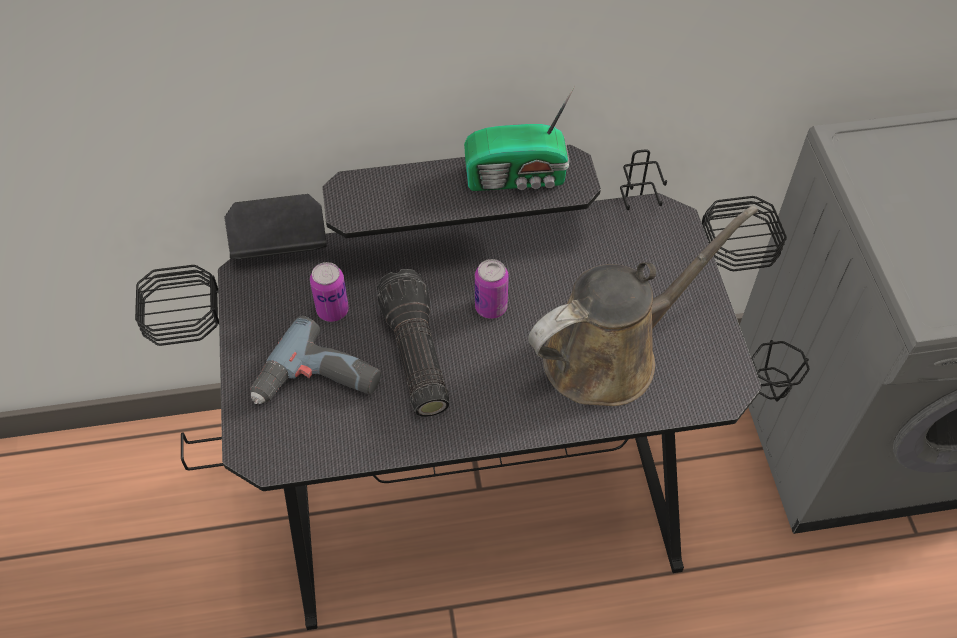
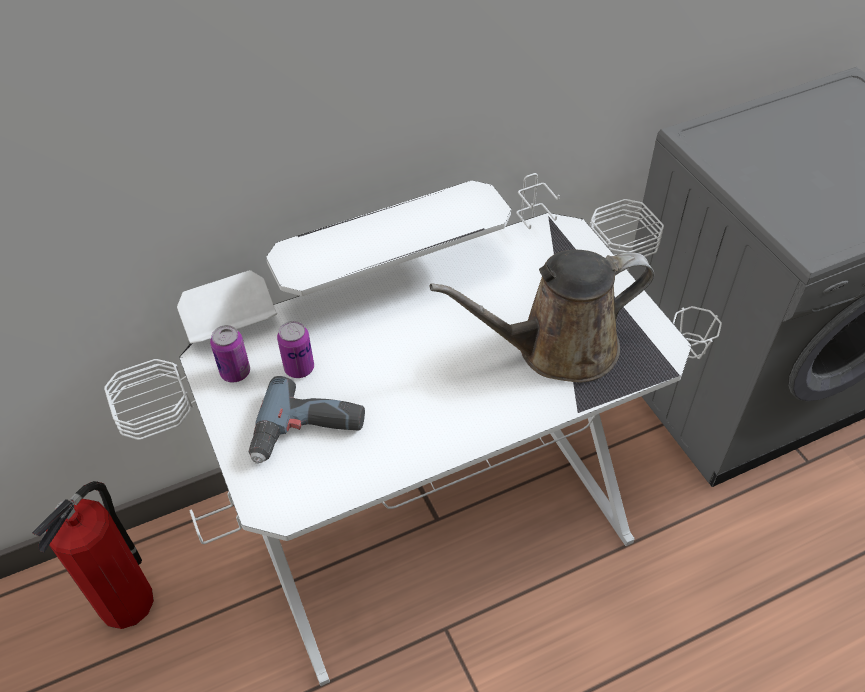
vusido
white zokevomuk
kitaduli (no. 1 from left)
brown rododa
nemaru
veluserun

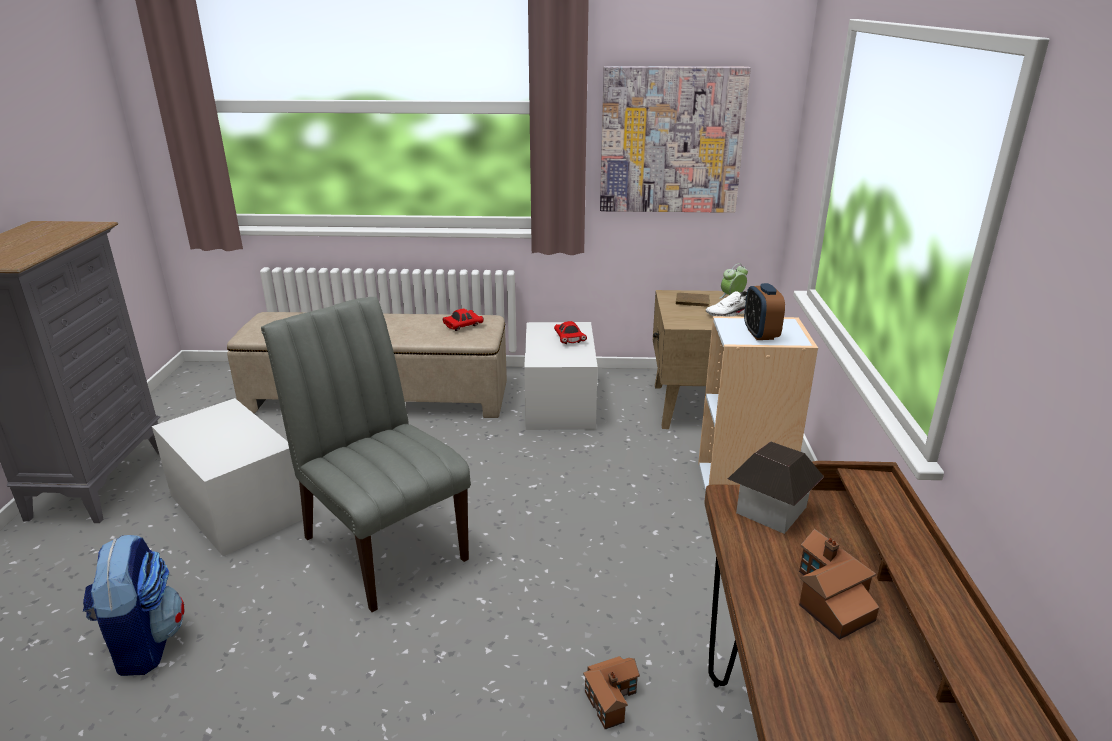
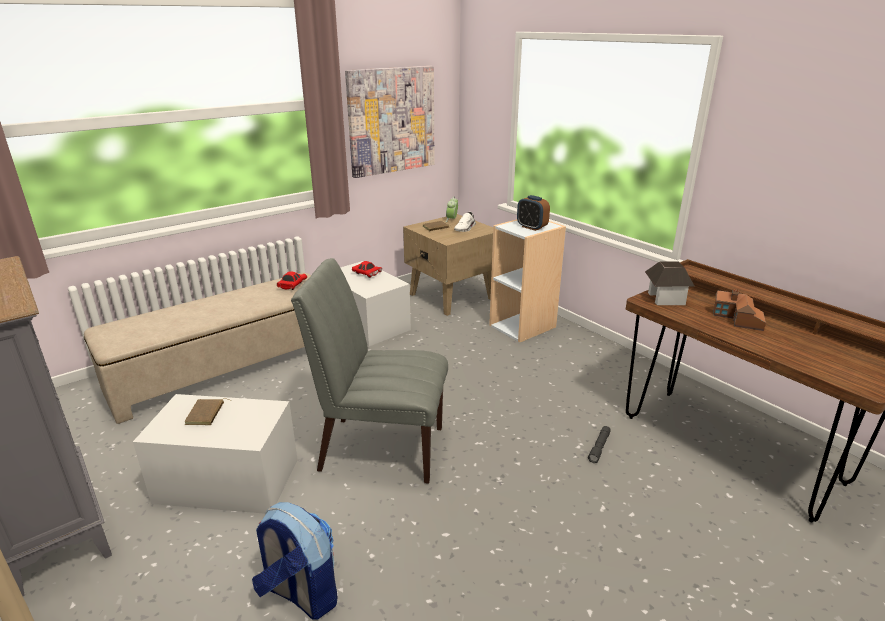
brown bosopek (no. 1 from left)
grey nemaru

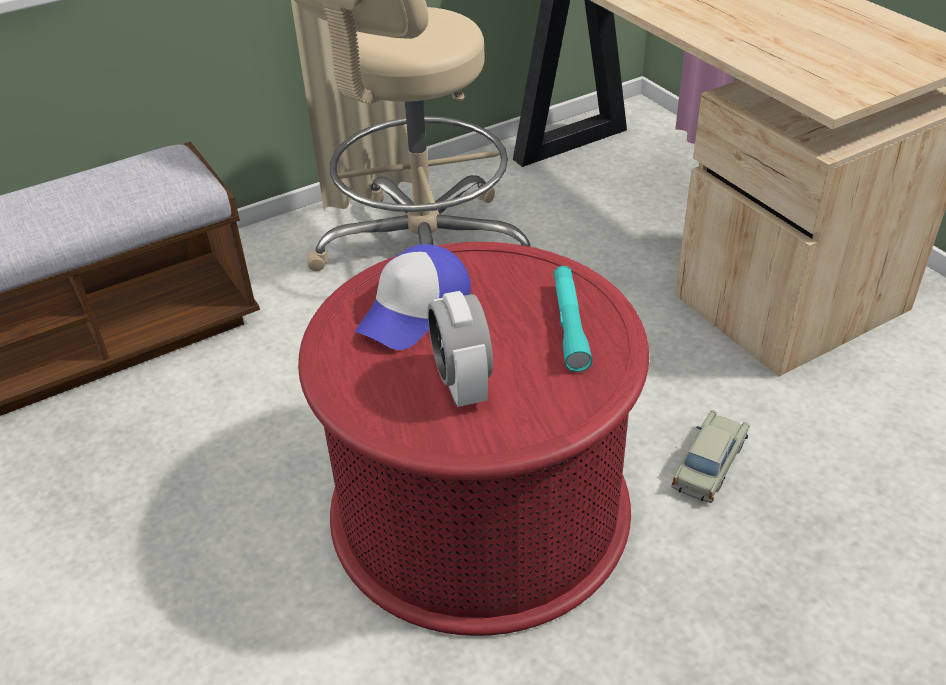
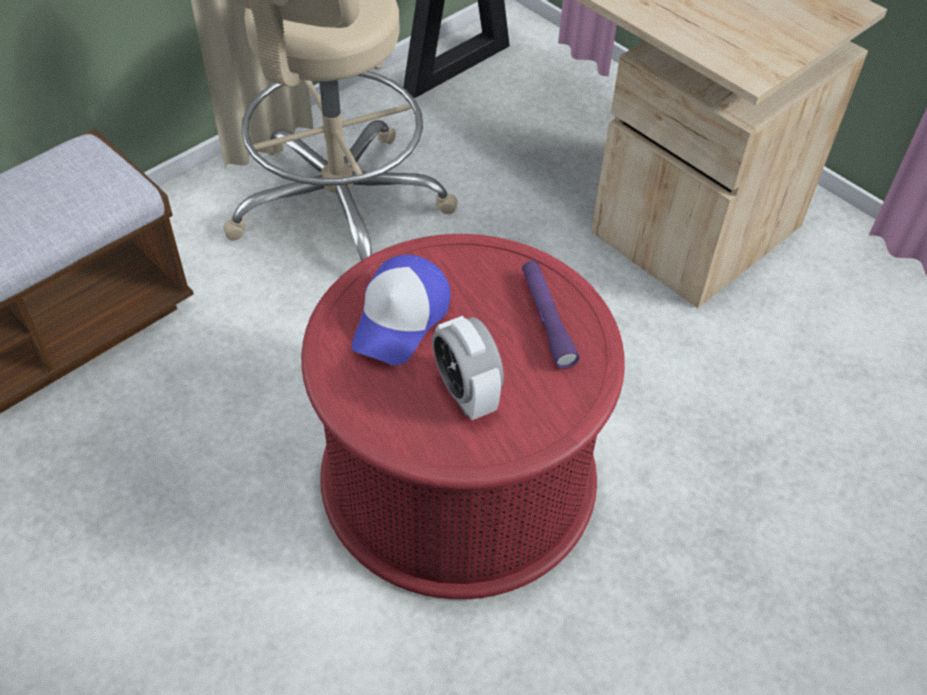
purple nemaru
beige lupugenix

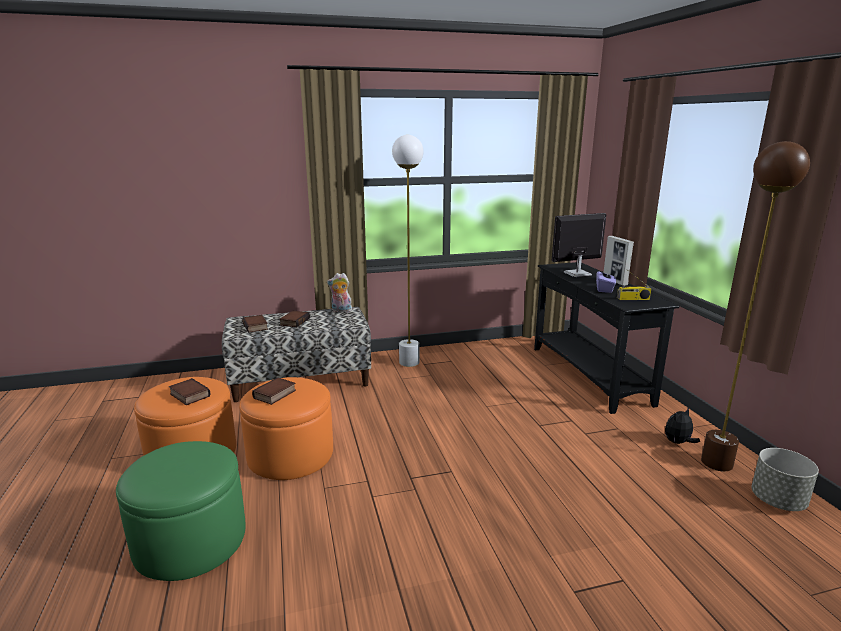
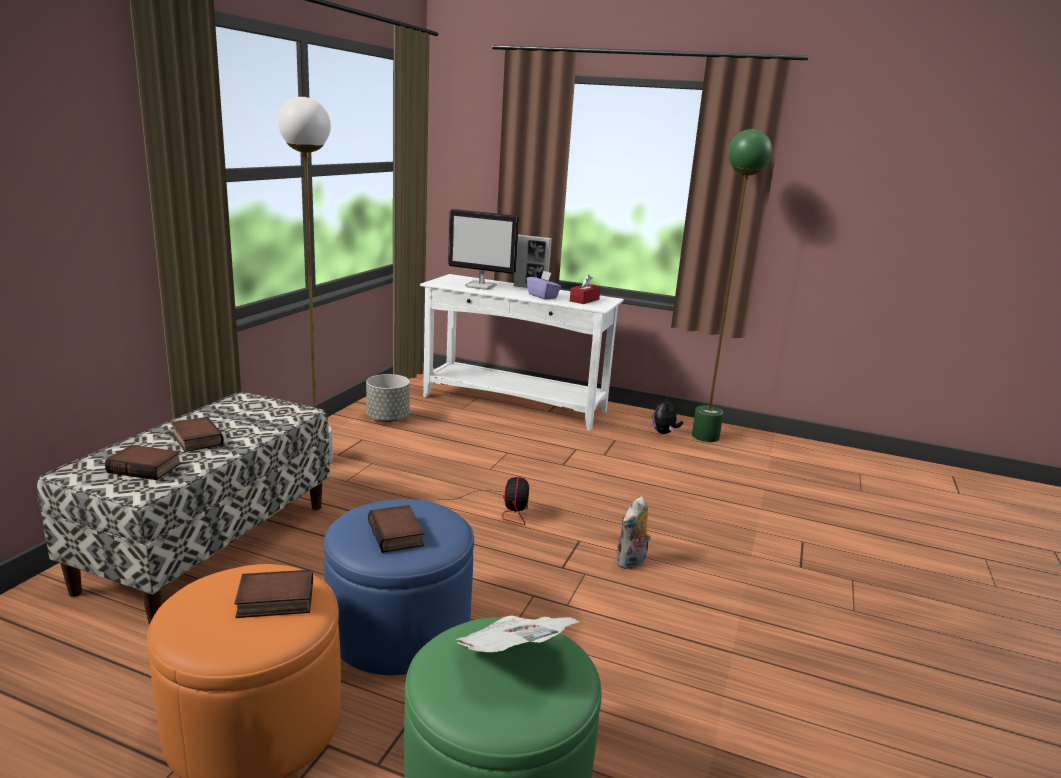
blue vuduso
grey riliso
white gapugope
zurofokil
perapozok
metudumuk
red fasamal
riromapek (no. 1 from left)
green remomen

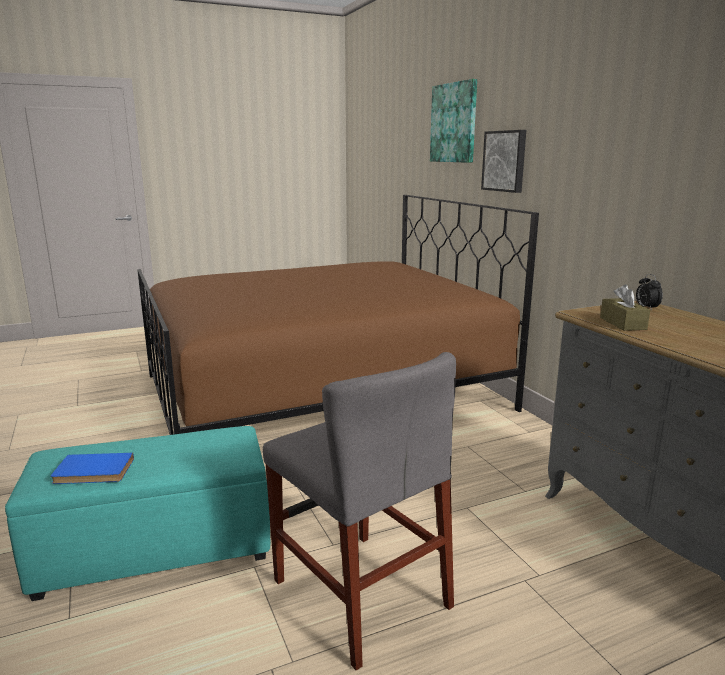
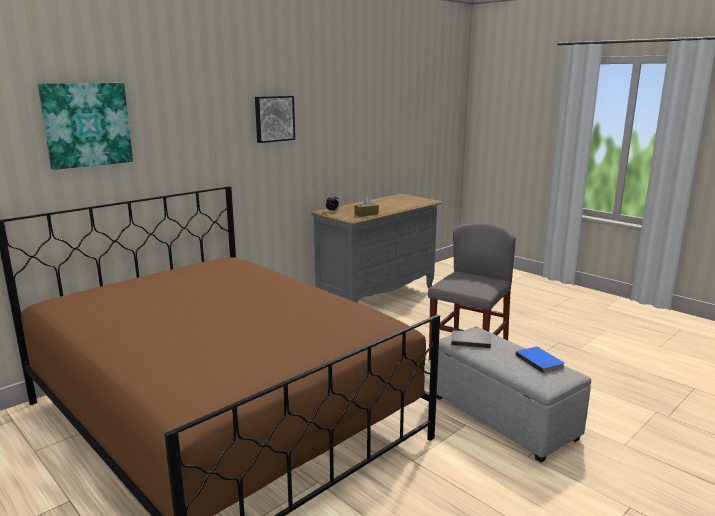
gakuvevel (no. 2 from left)
grey vuduso
grey bosopek

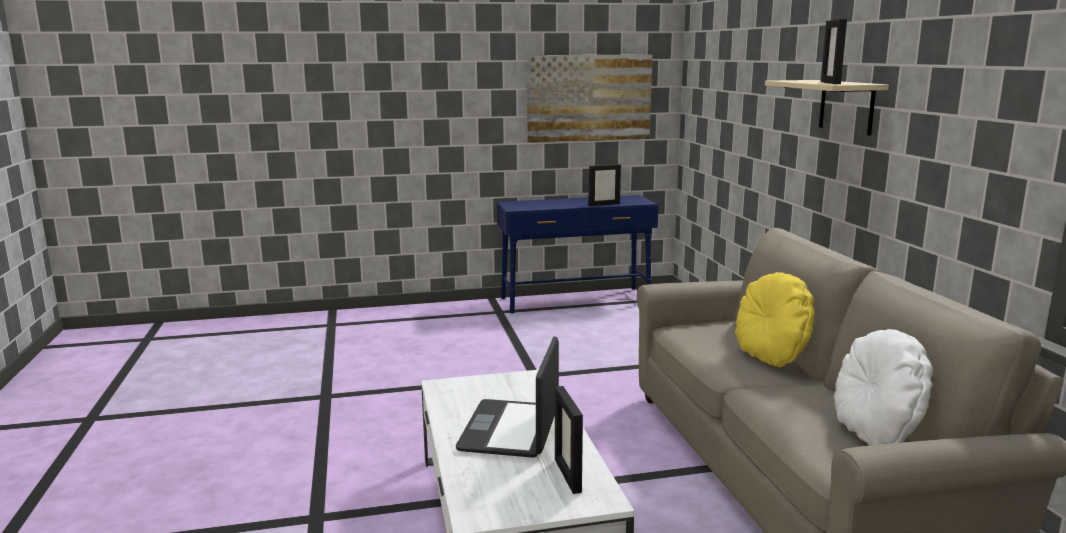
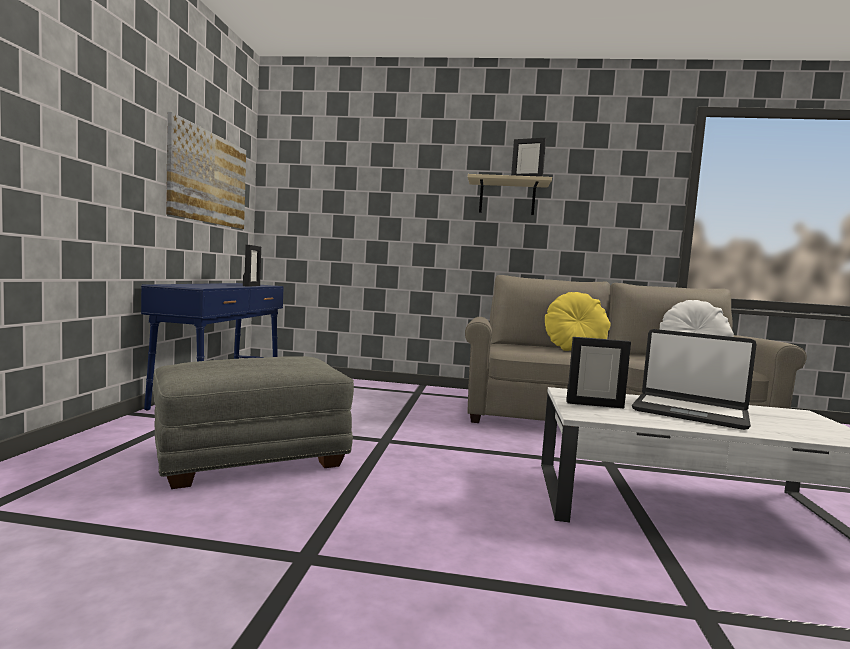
grey vuduso
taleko (no. 3 from left)

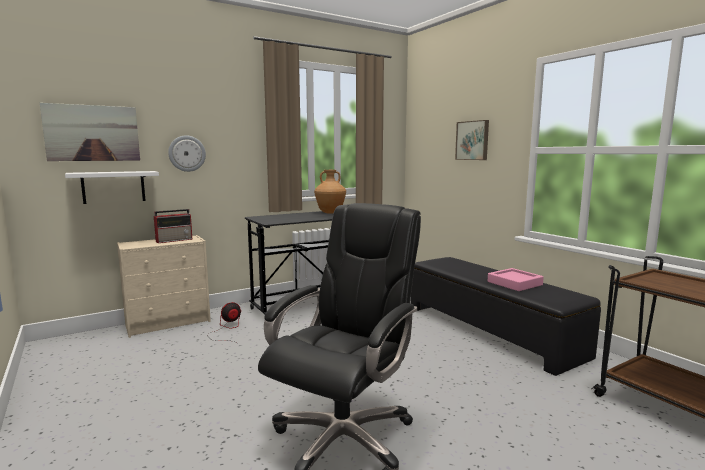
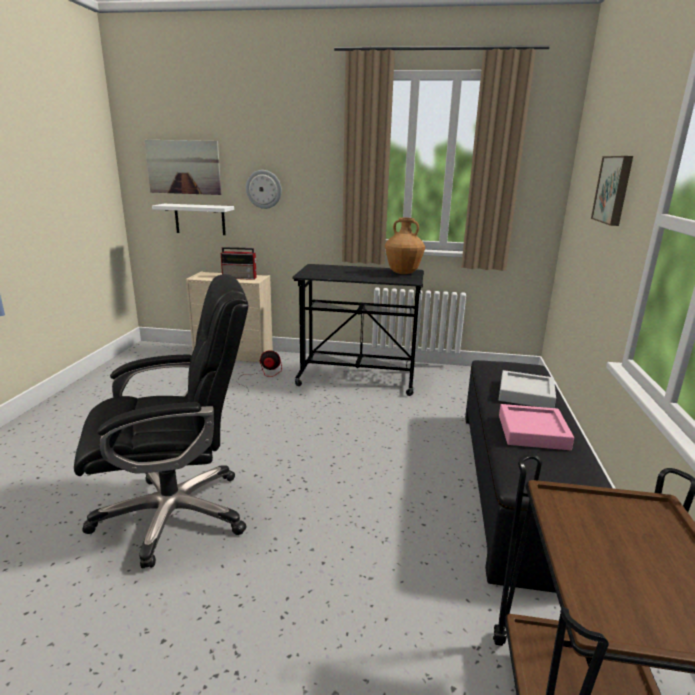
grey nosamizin

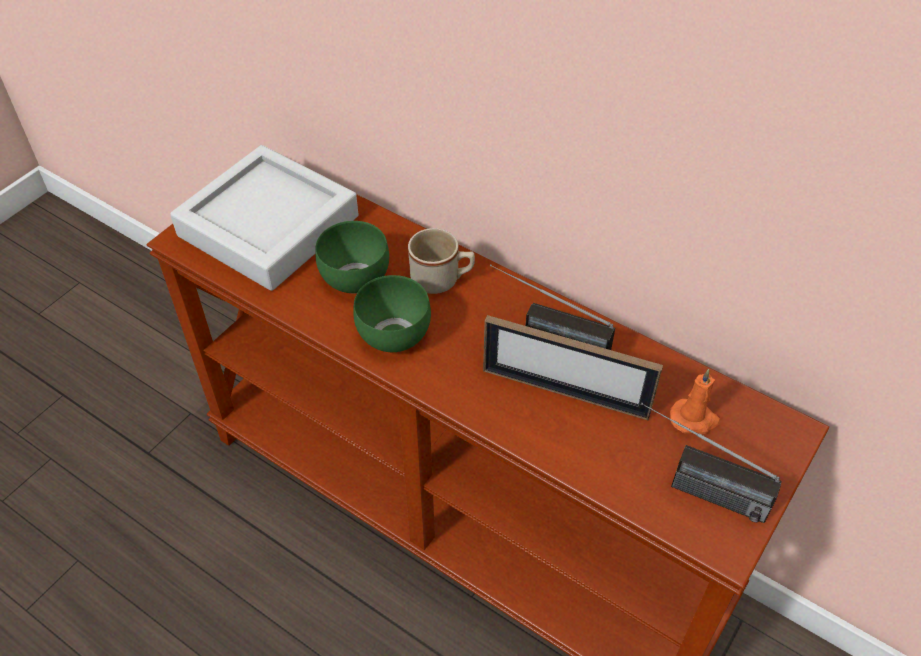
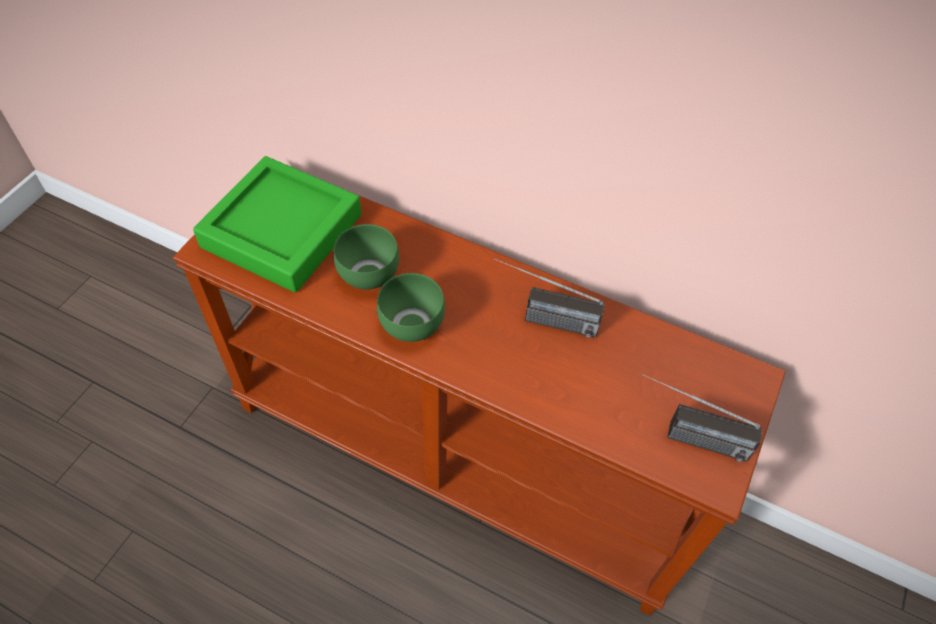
green nosamizin
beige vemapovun
taleko
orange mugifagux

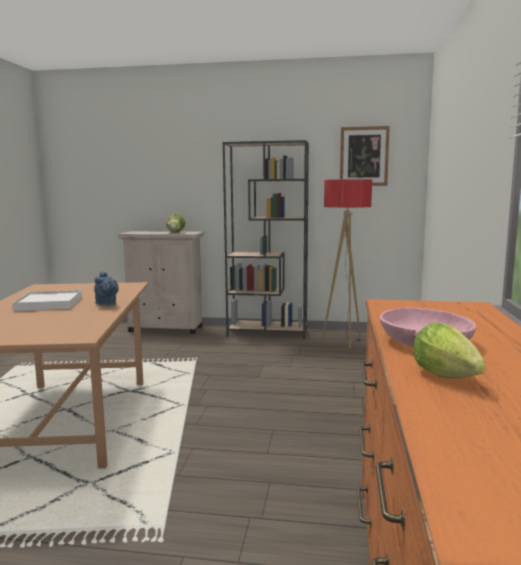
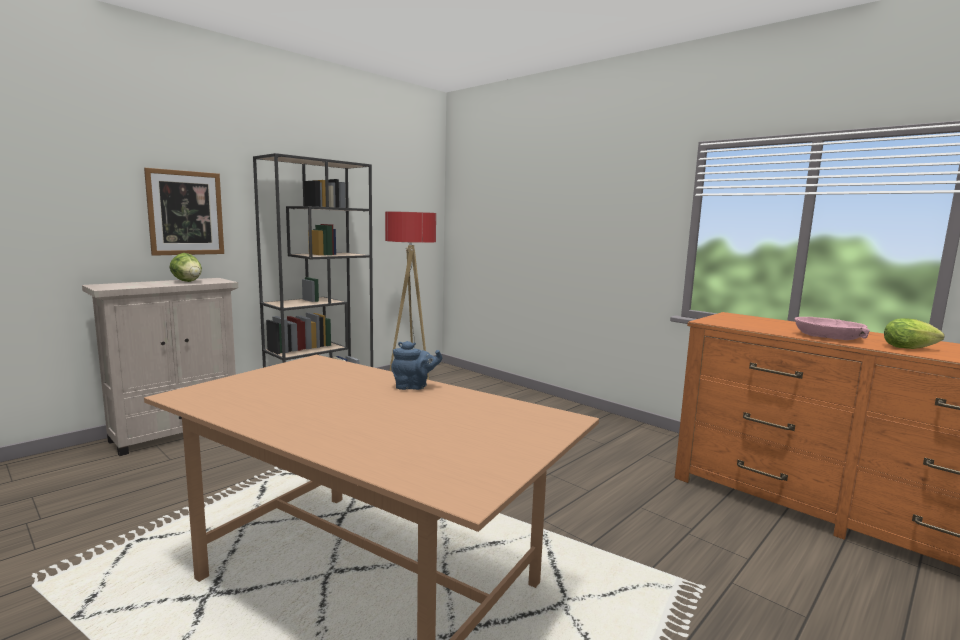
gakuvevel
white nosamizin

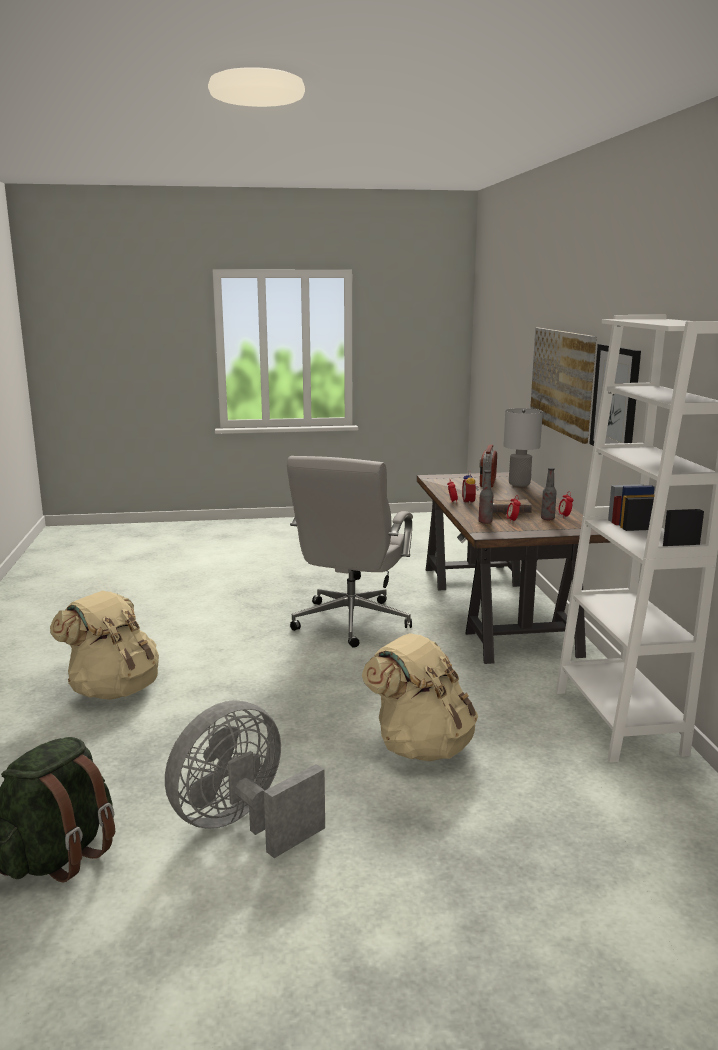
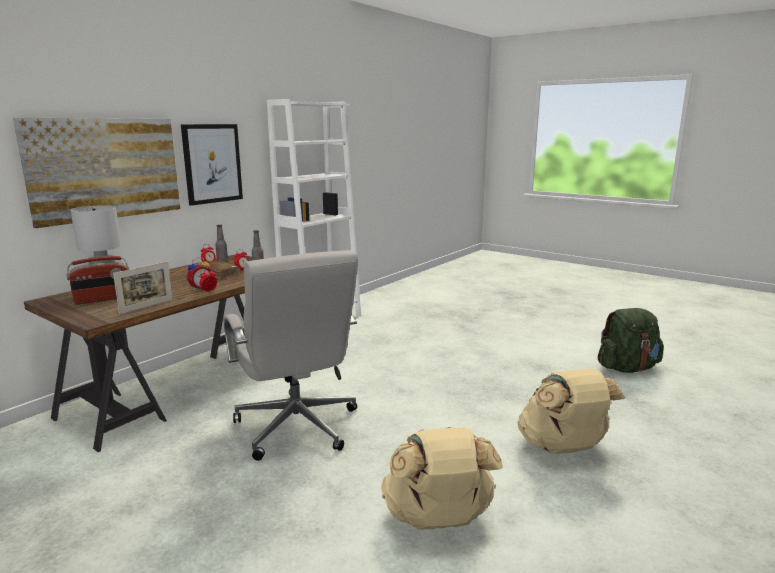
taleko
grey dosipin
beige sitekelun (no. 1 from left)
grey zurofokil

